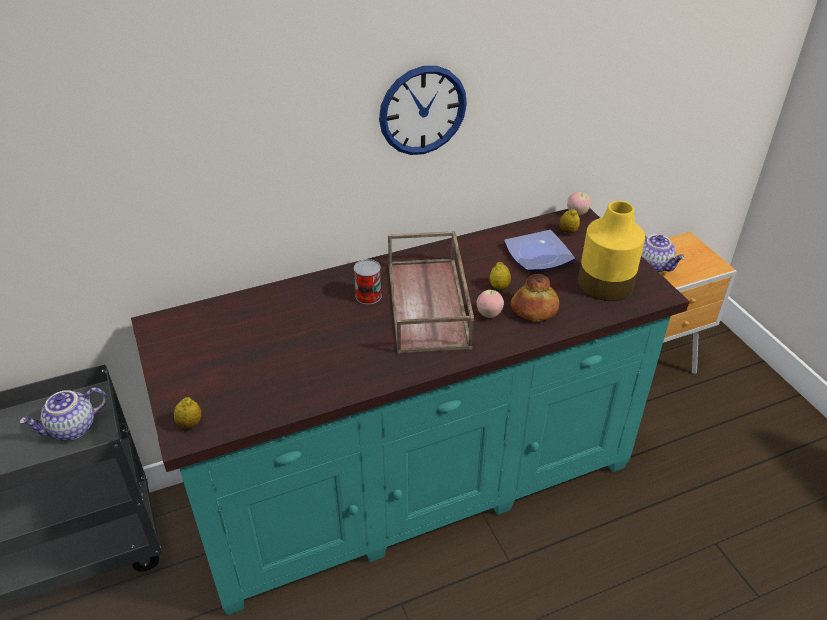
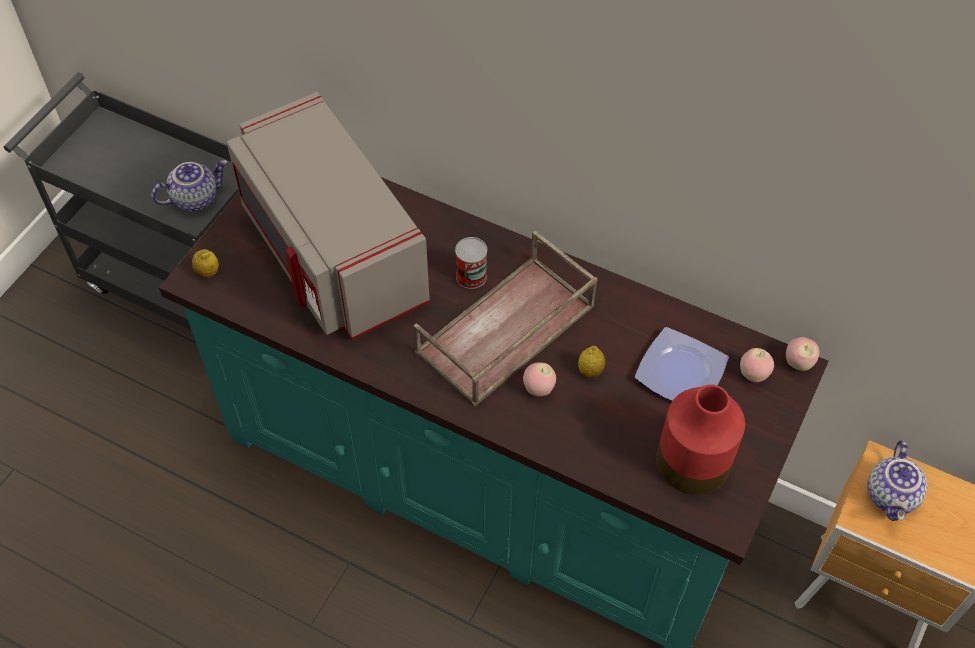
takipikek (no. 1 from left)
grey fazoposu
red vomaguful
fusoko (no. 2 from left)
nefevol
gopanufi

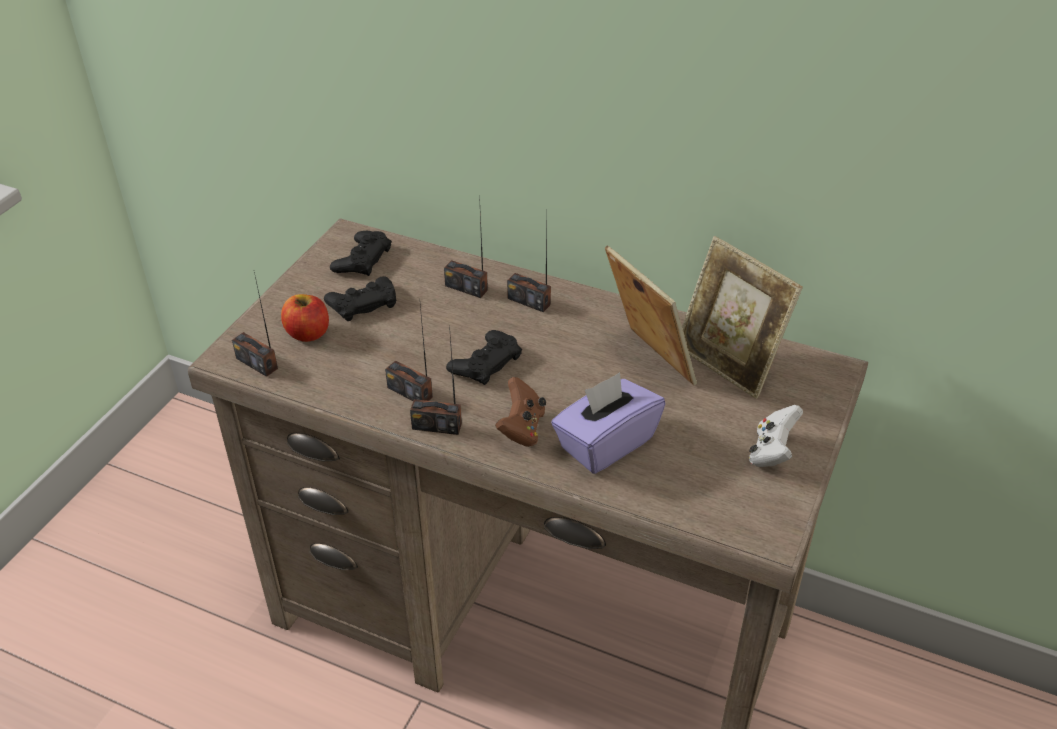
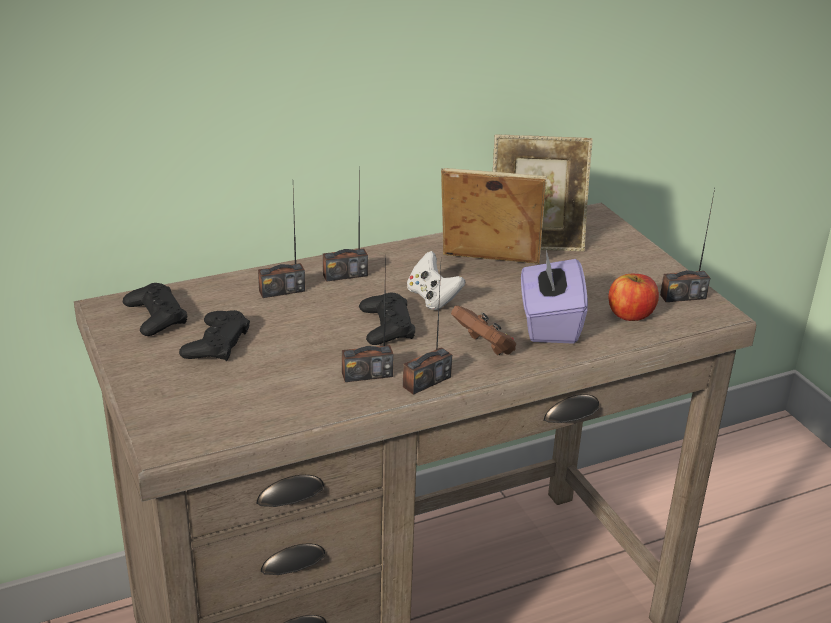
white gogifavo
fusoko
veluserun (no. 5 from left)

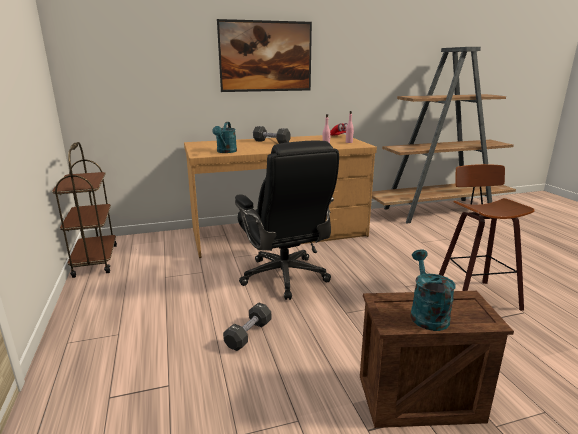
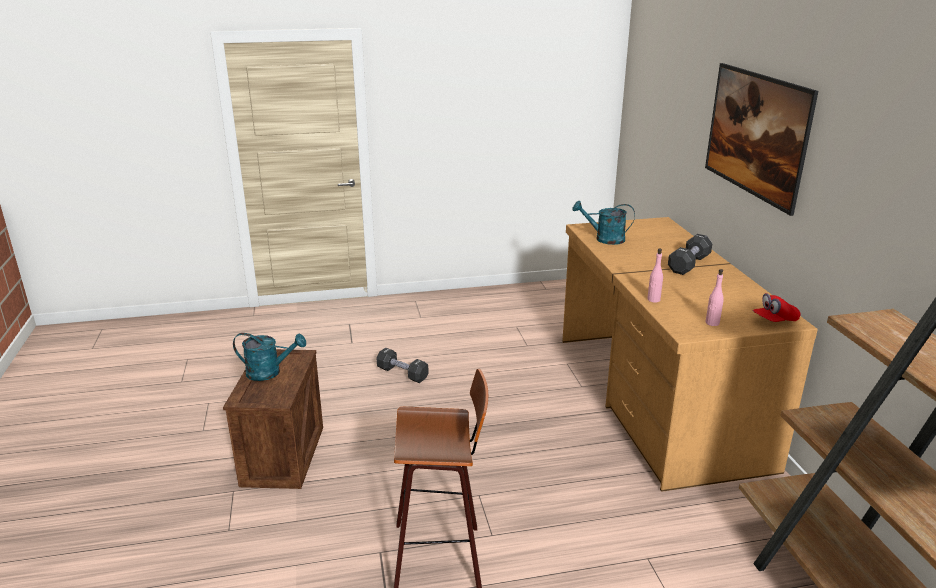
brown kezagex
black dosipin

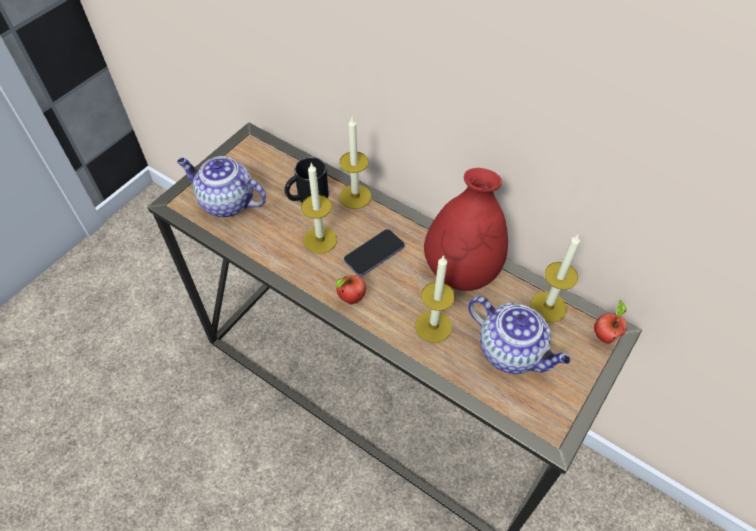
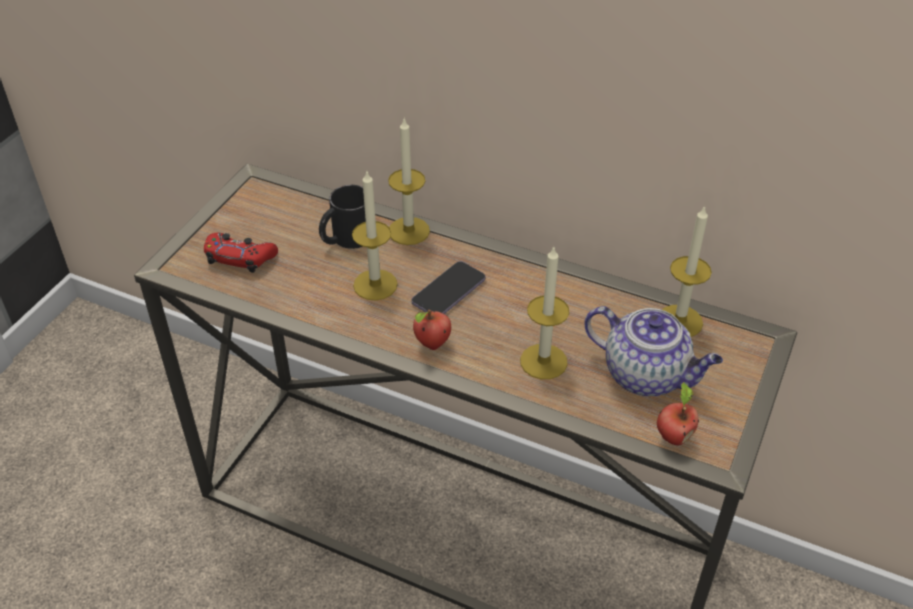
red gogifavo
fusoko (no. 2 from left)
red vomaguful

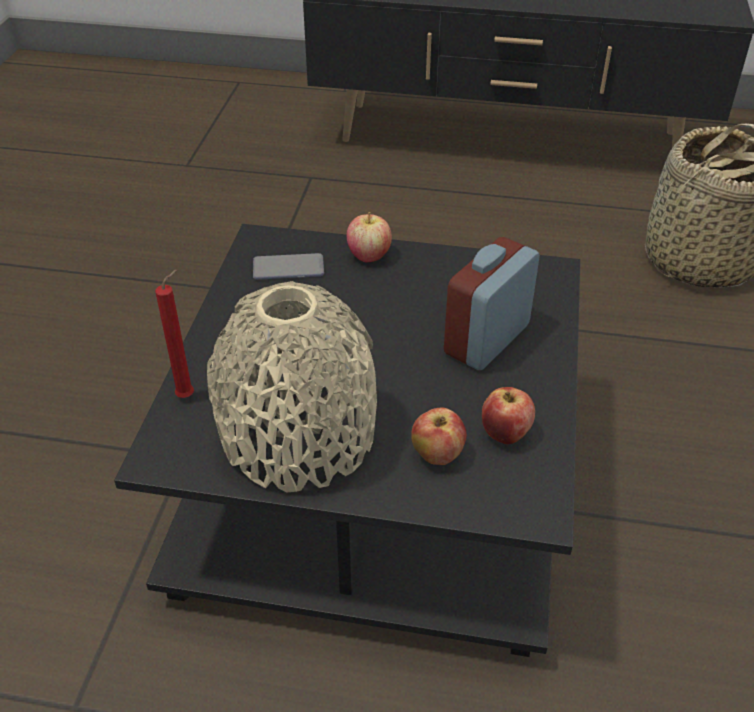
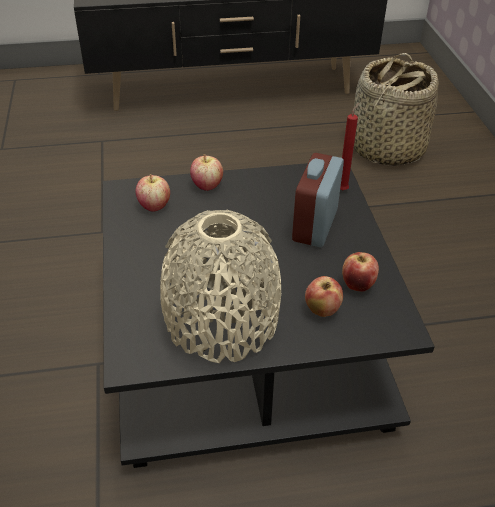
fusoko (no. 1 from left)
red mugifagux

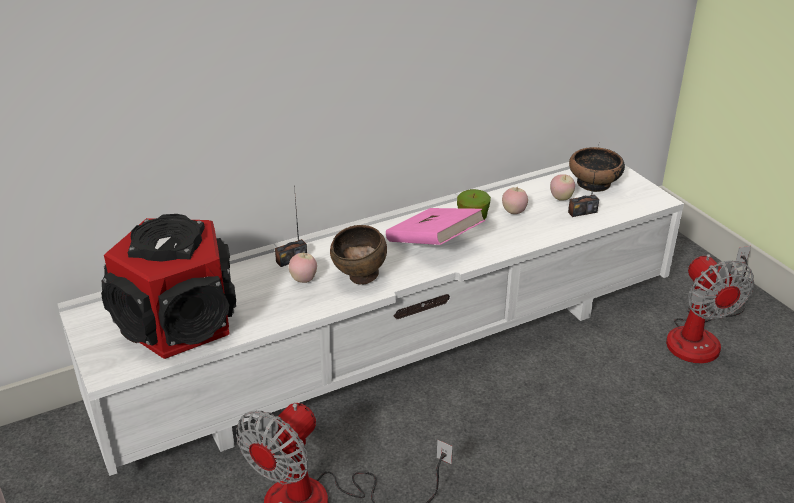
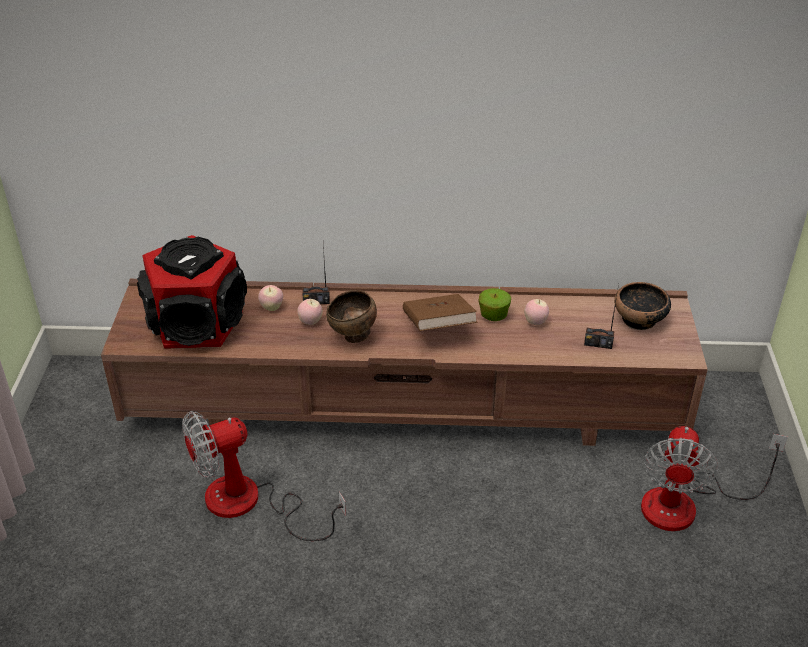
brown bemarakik
fusoko (no. 1 from left)
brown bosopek

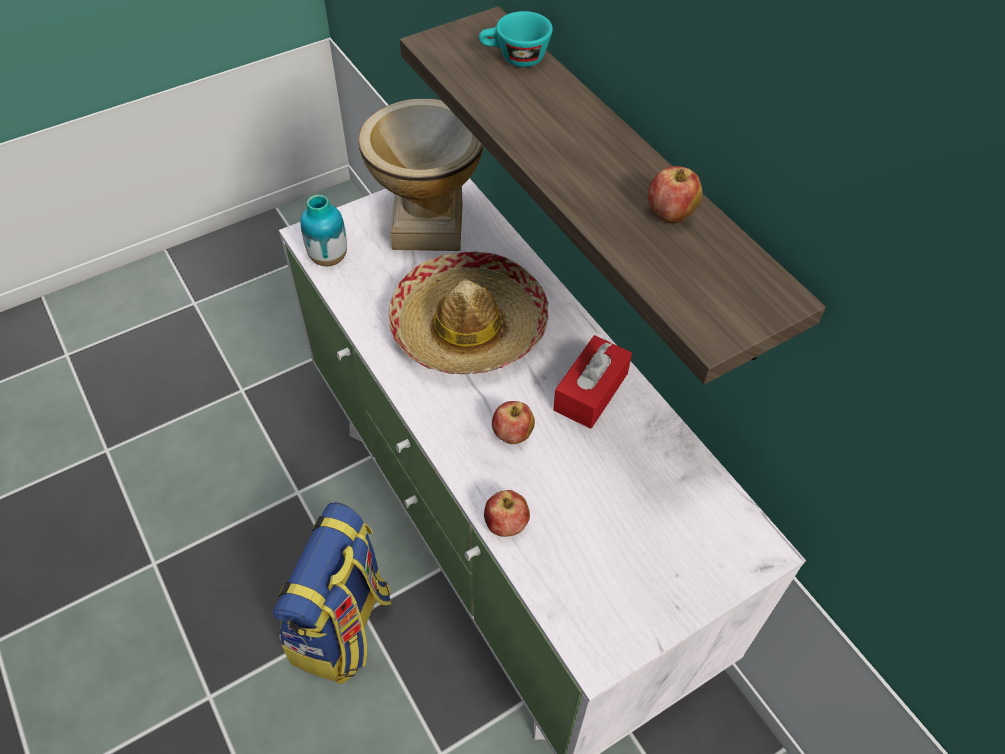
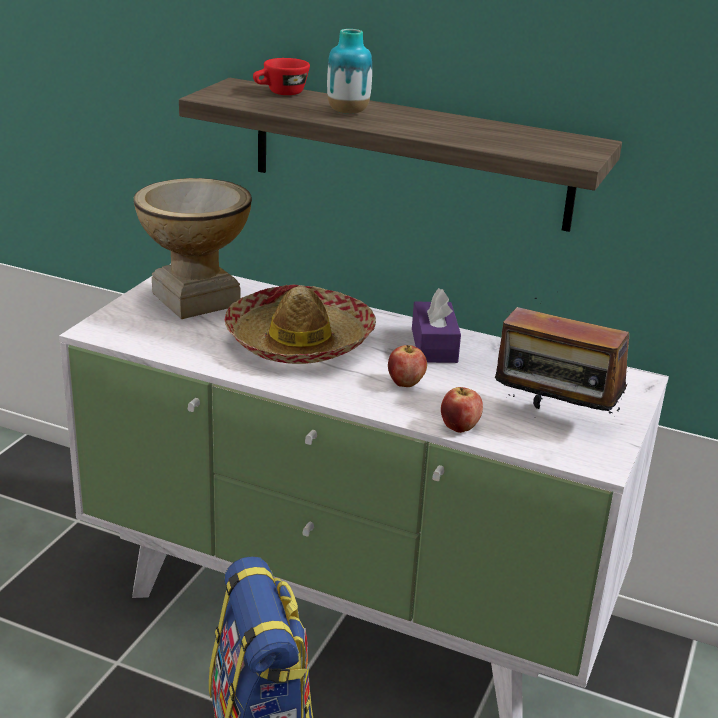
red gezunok
vomaguful (no. 2 from left)
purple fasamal
veluserun
fusoko (no. 3 from left in the first image)

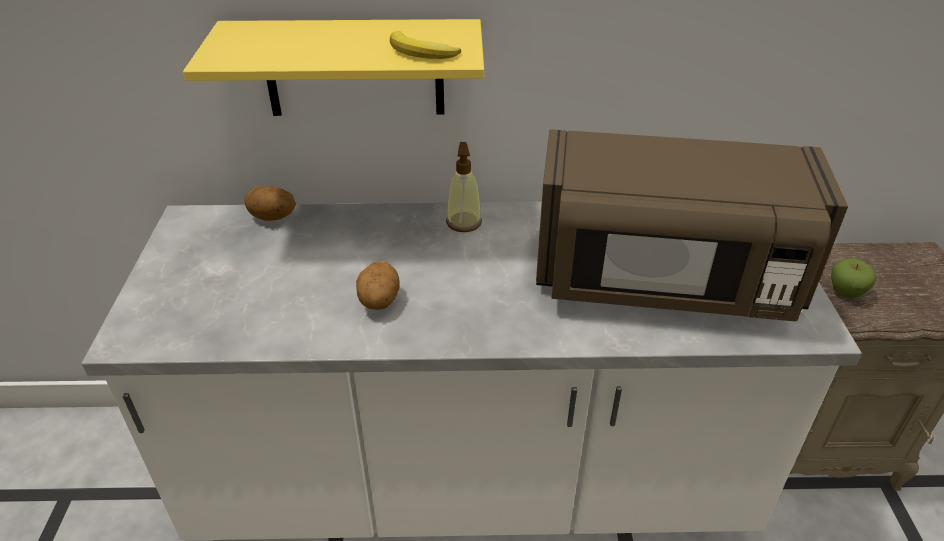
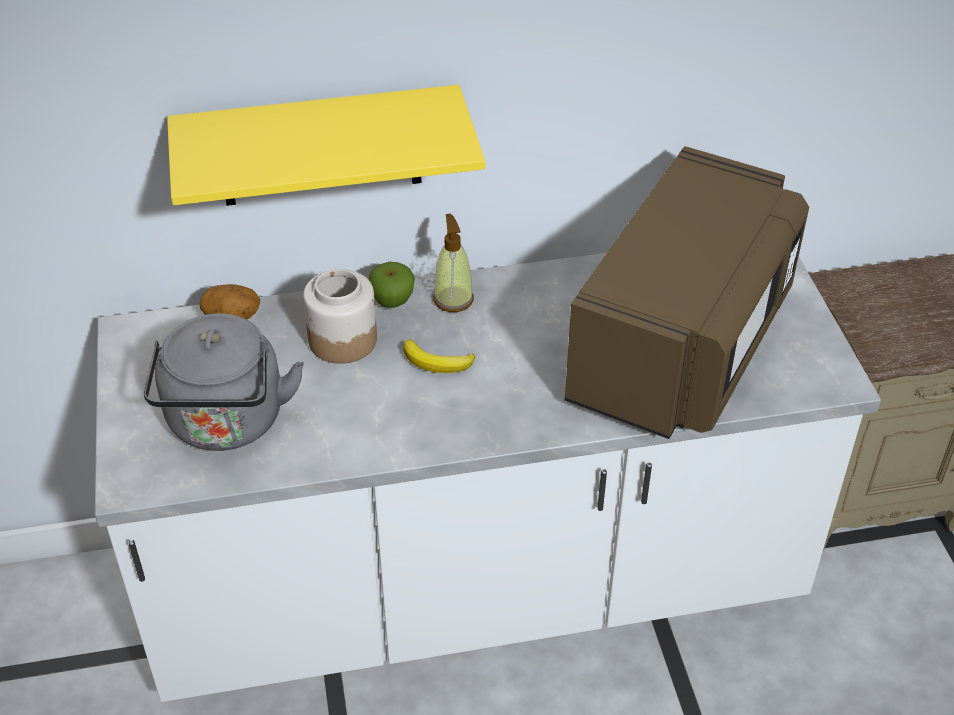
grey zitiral
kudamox
fusoko
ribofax
brown fazoposu
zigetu (no. 2 from left in the first image)

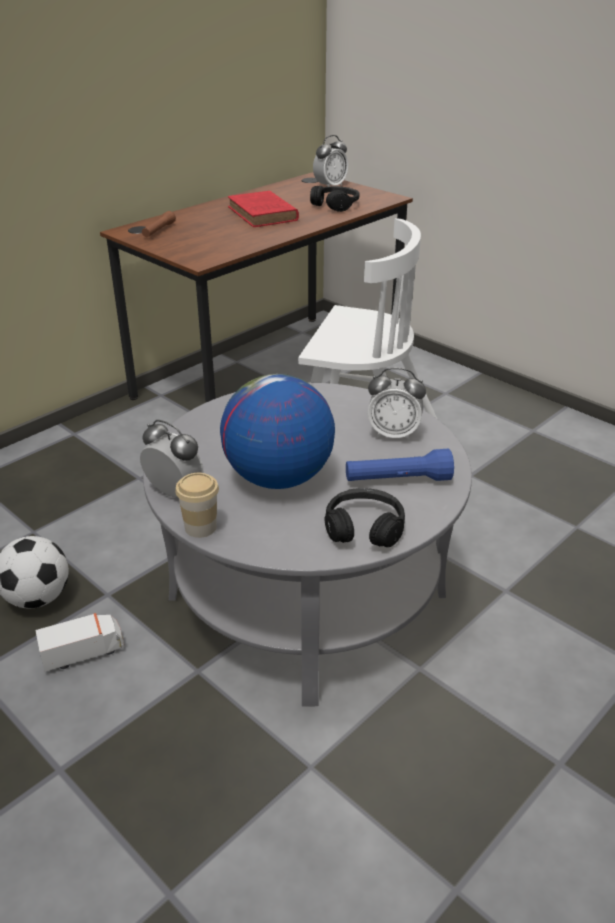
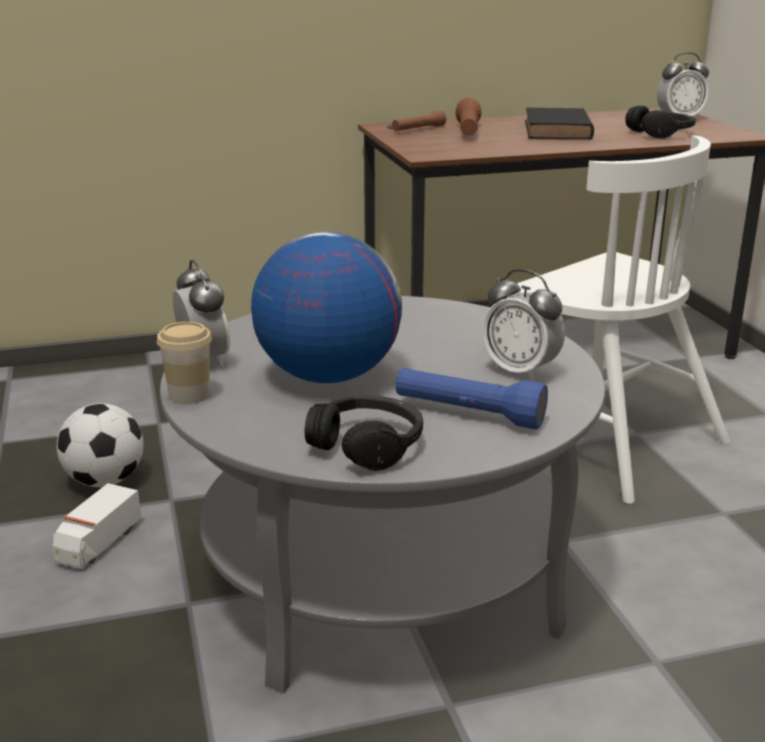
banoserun
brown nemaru (no. 2 from left)
black bosopek

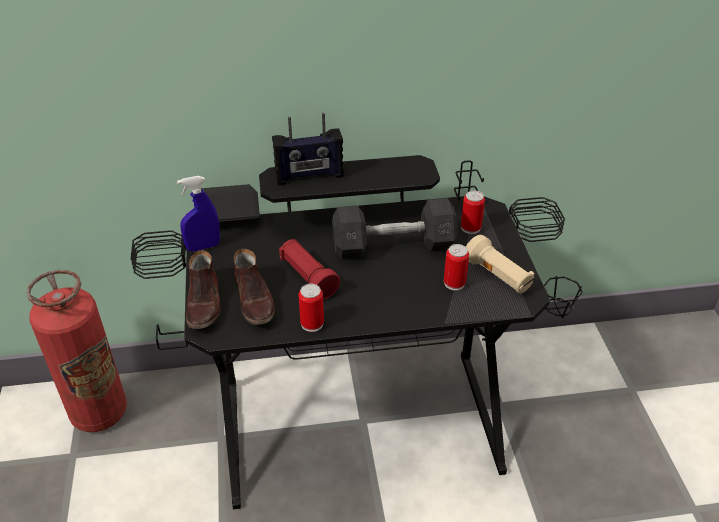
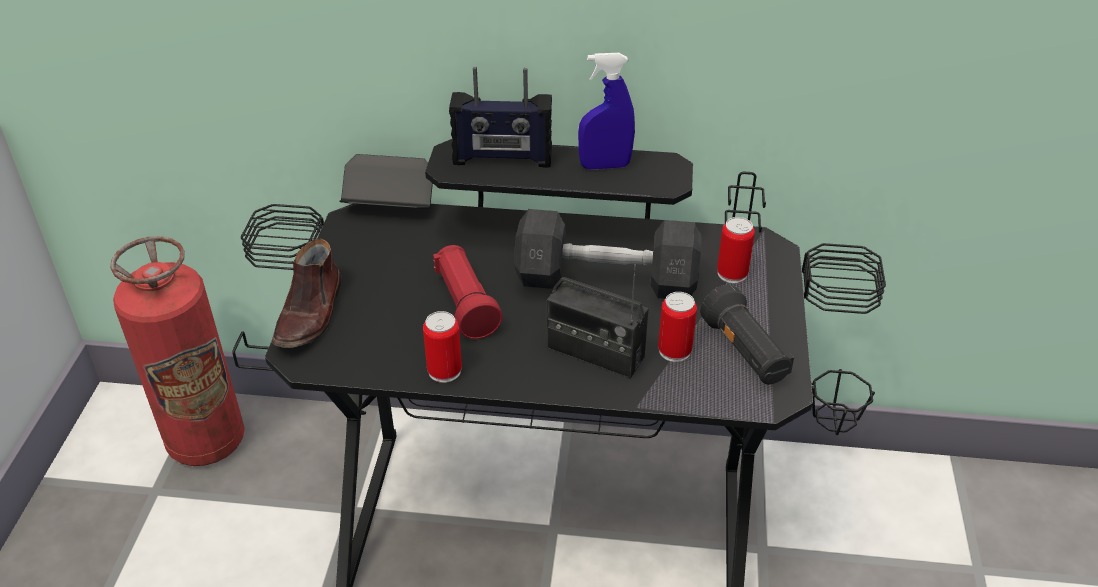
veluserun (no. 2 from left)
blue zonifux
black nemaru
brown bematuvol (no. 2 from left in the first image)

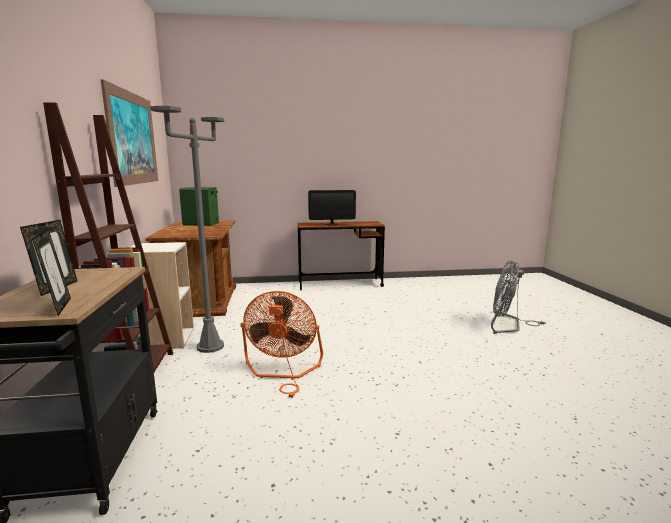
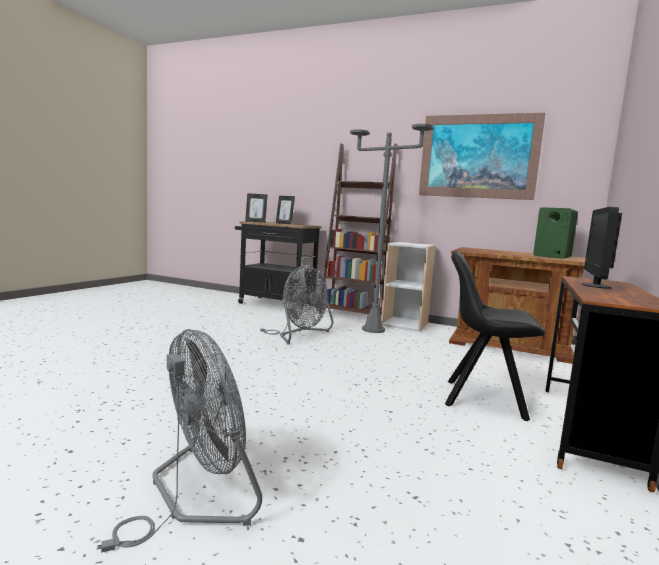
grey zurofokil (no. 2 from left)
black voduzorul

